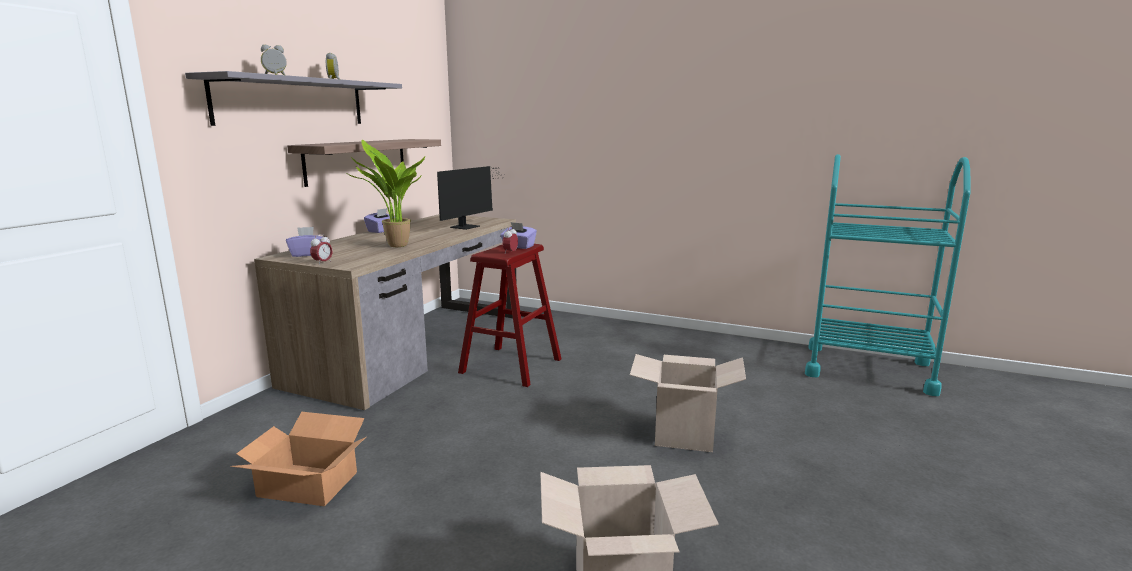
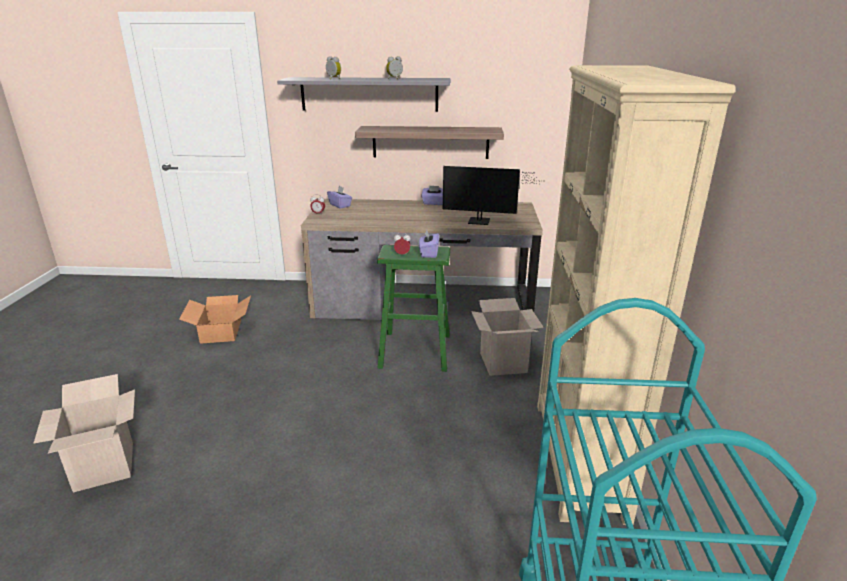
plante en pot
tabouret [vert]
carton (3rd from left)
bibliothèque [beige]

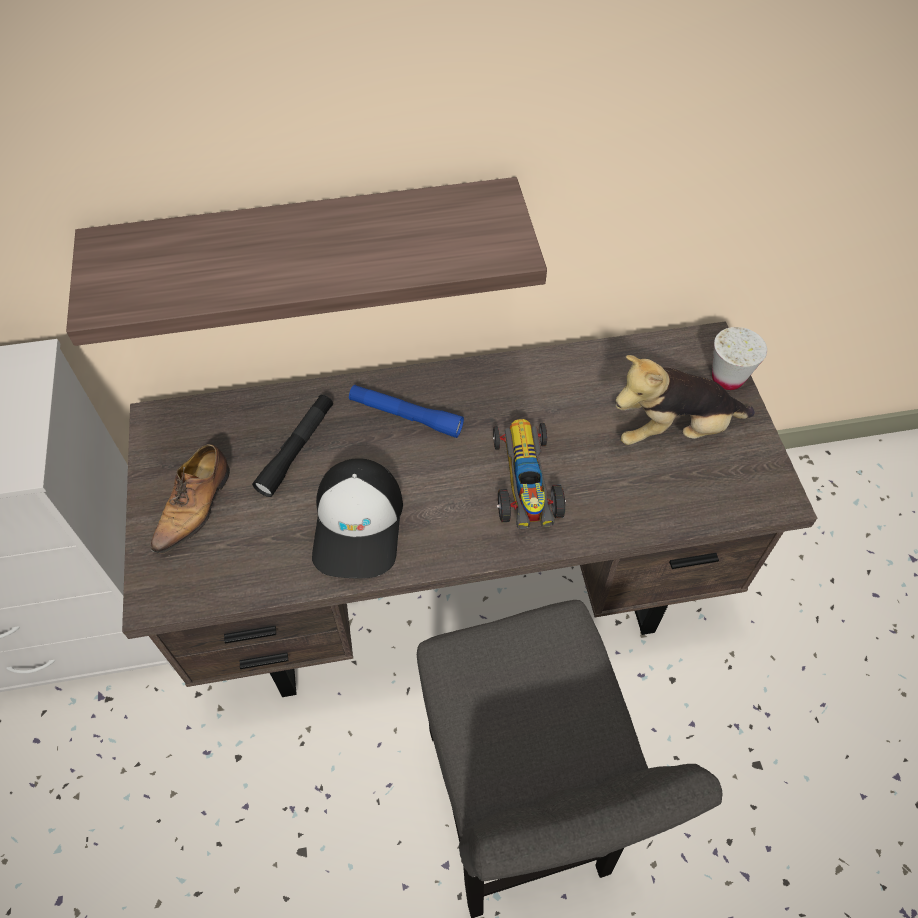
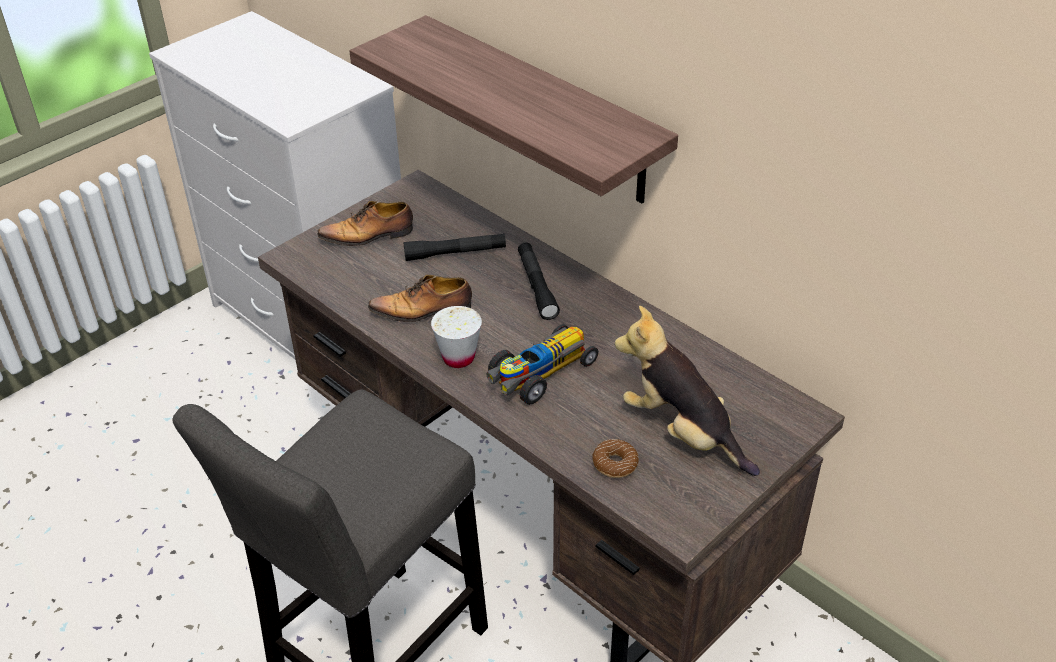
tasse [blanc]
lampe de poche [noir] (2nd from left)
chaussure (2nd from left)
beignet

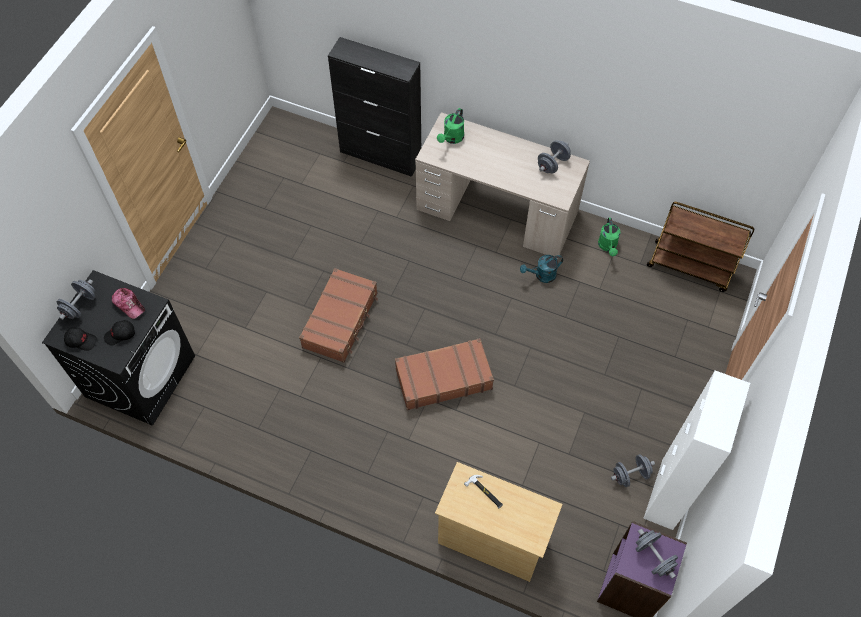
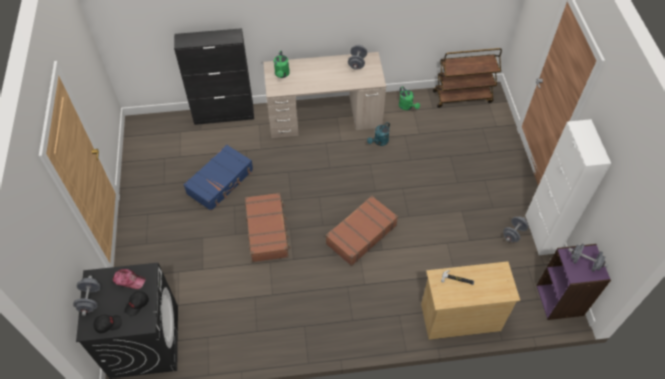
valise [bleu]

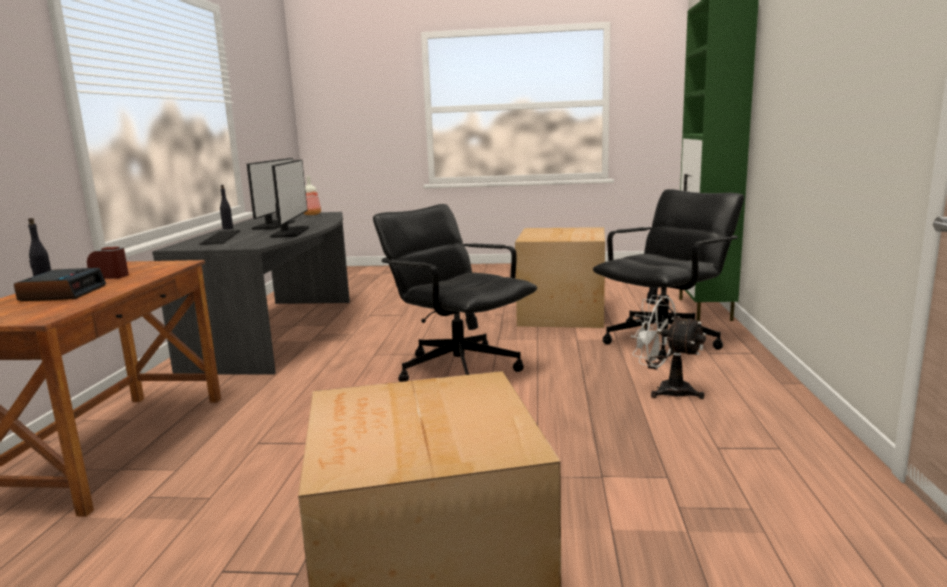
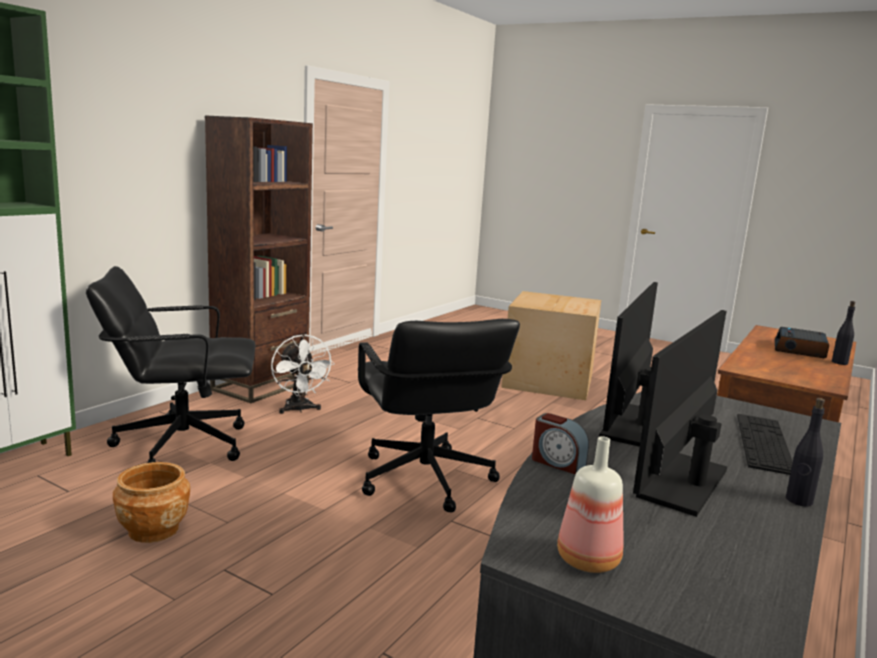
cache-pot [marron]
réveil (1st from left)
bibliothèque [marron]

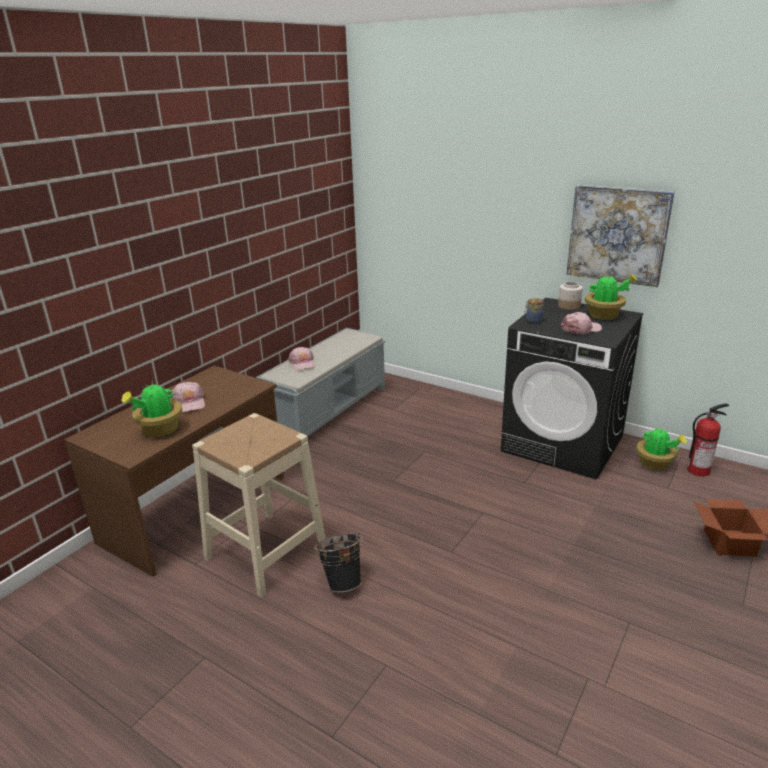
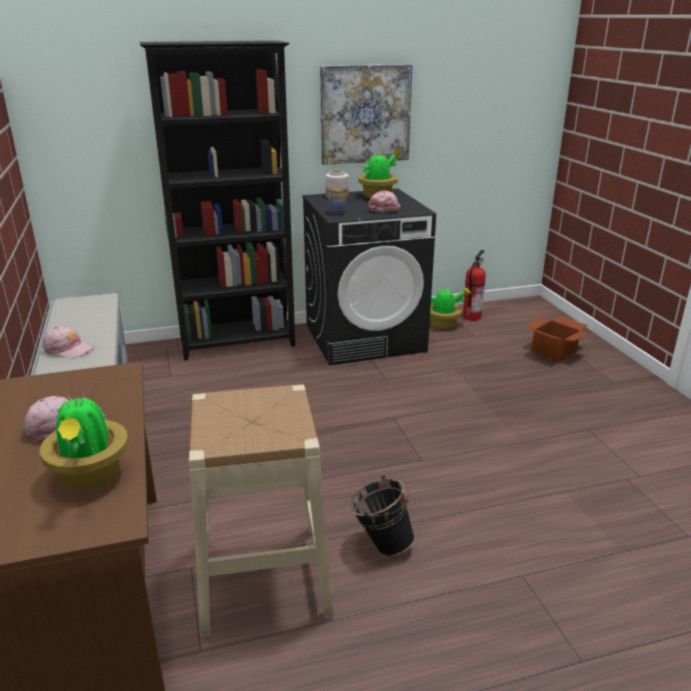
bibliothèque [noir]

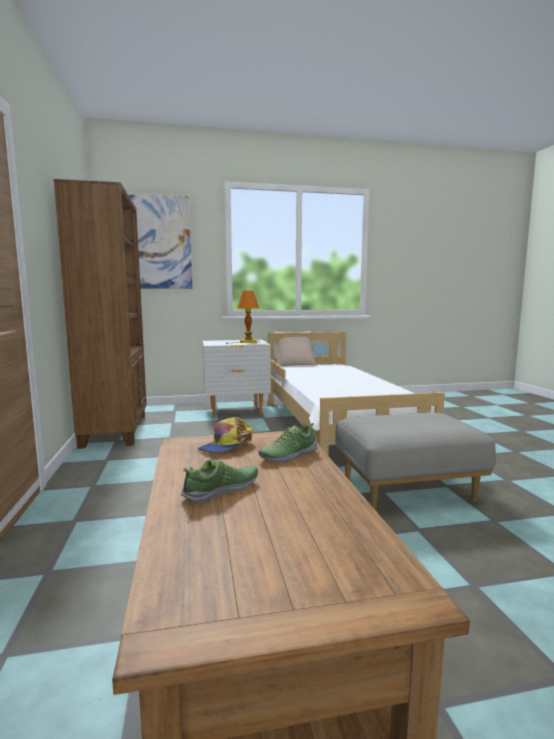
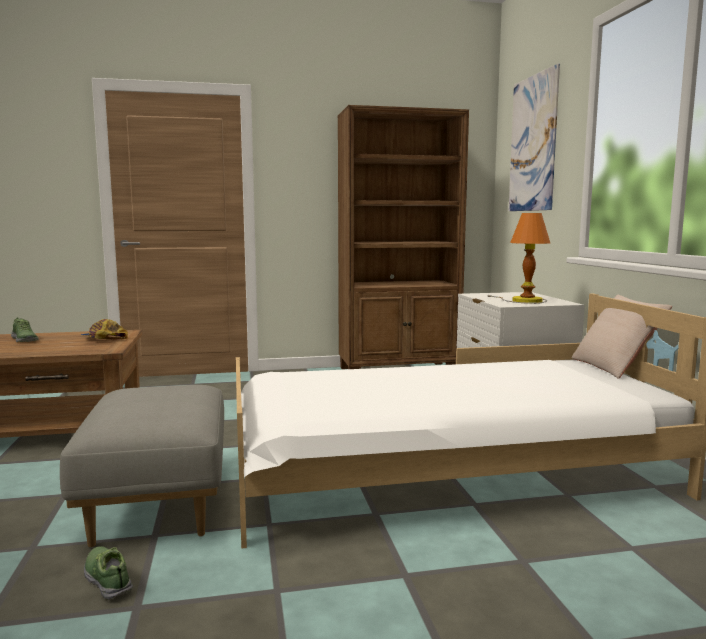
chaussure (2nd from left)

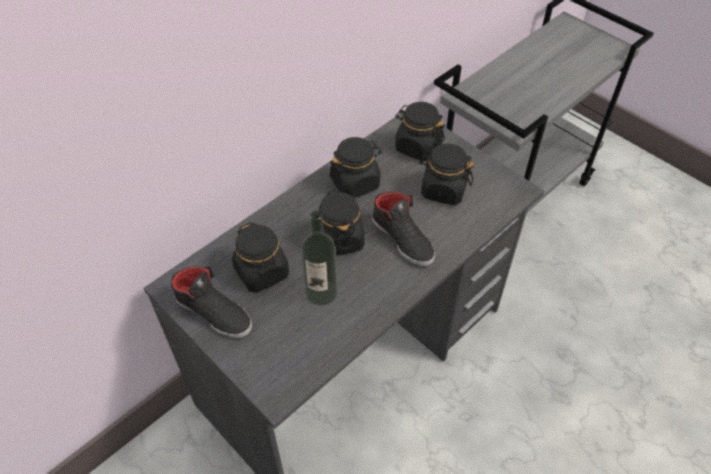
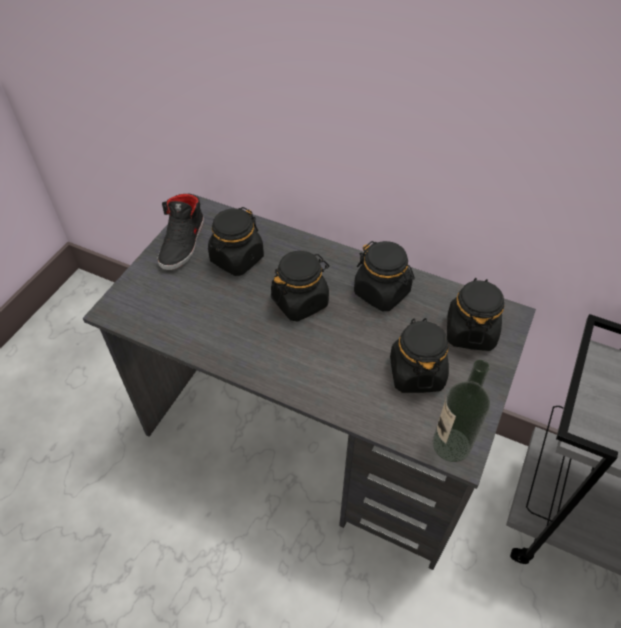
chaussure [noir] (2nd from left in the first image)
bouteille

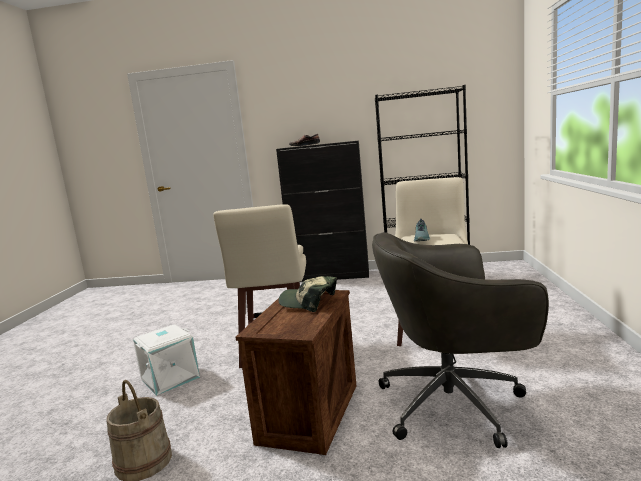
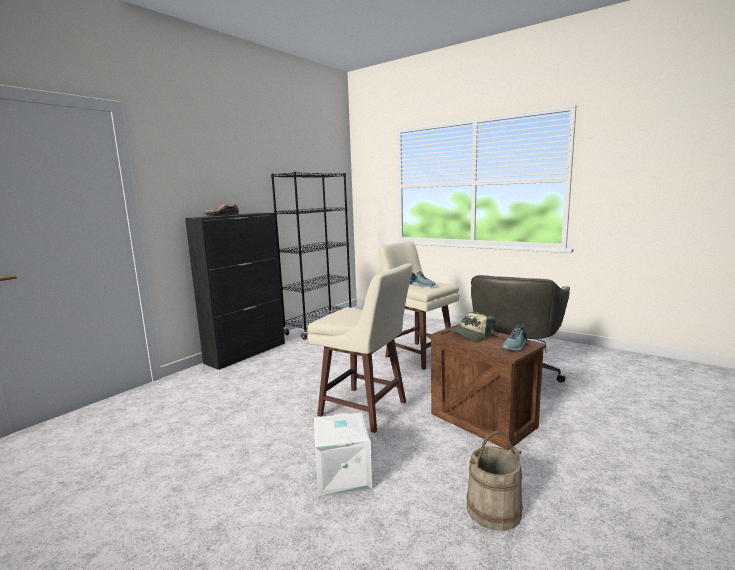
chaussure (3rd from left)

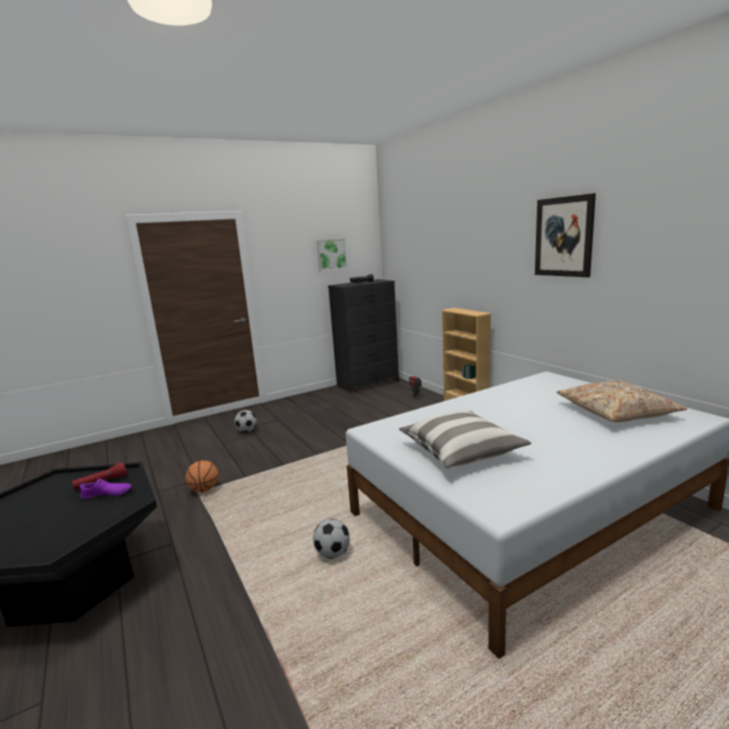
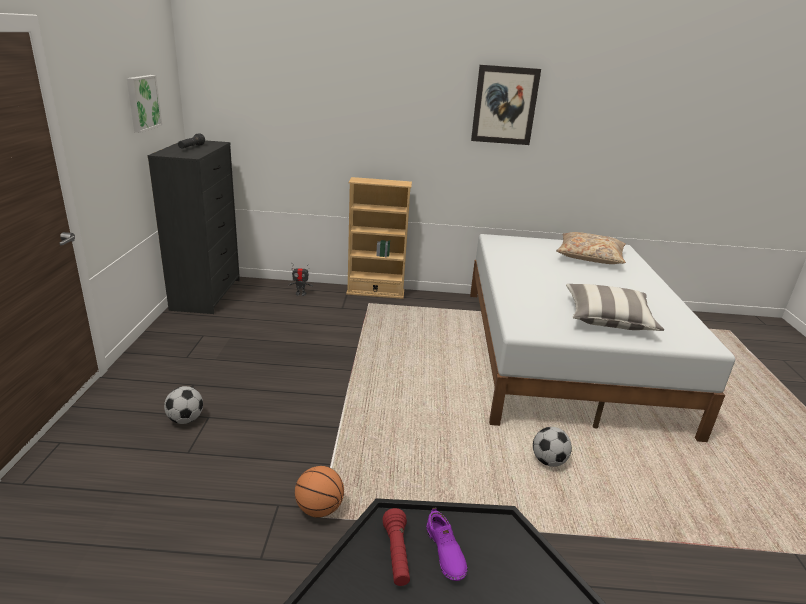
chaussure [violet]

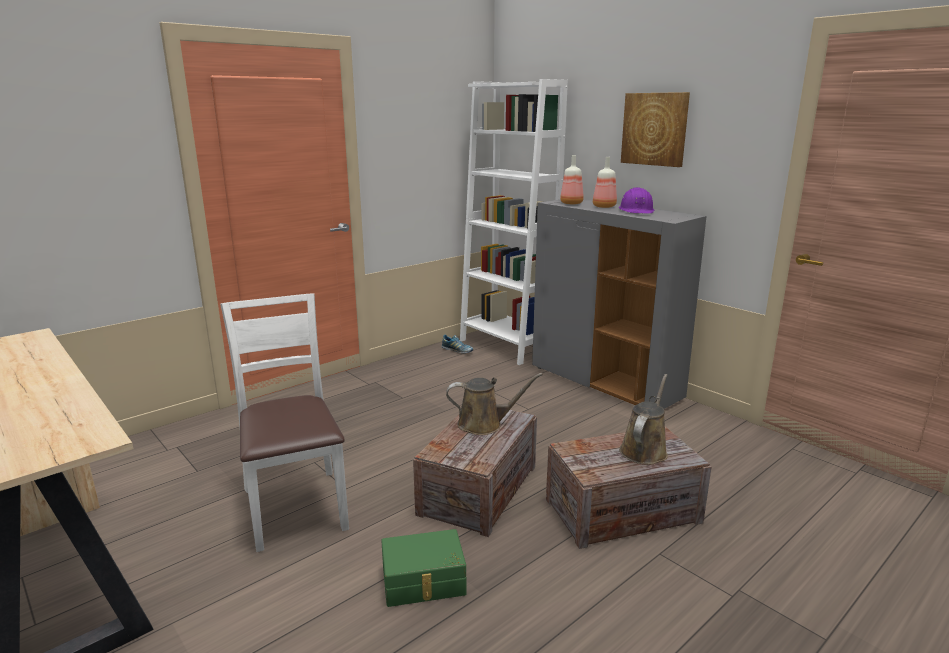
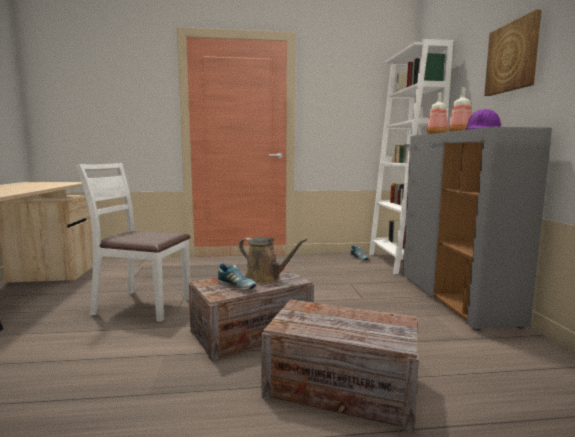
chaise [blanc]
arrosoir [marron] (2nd from left in the first image)
boîte de rangement [vert]
chaussure (1st from left)

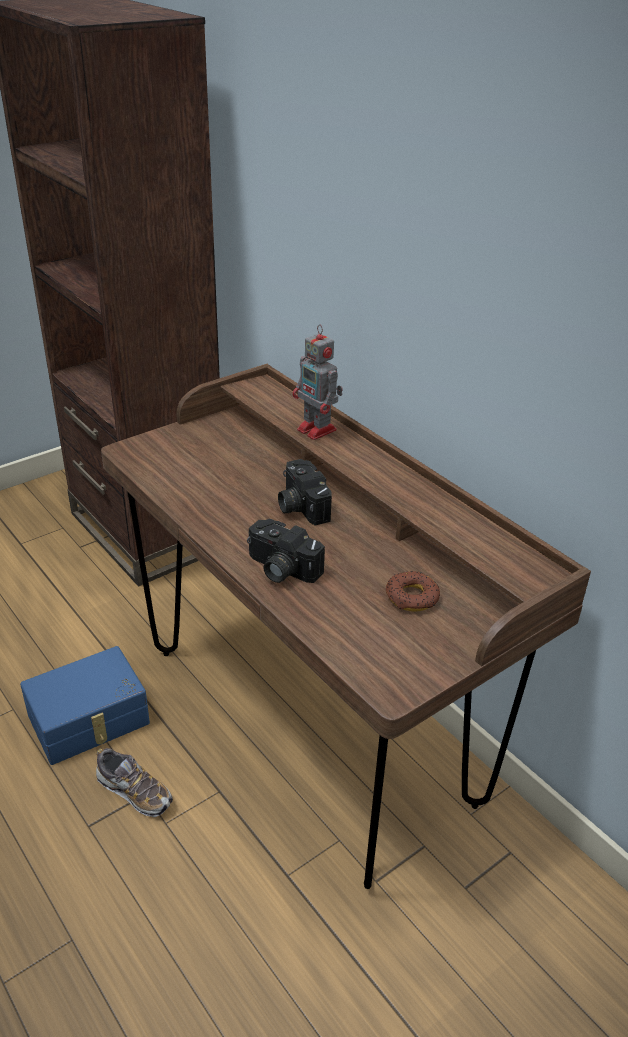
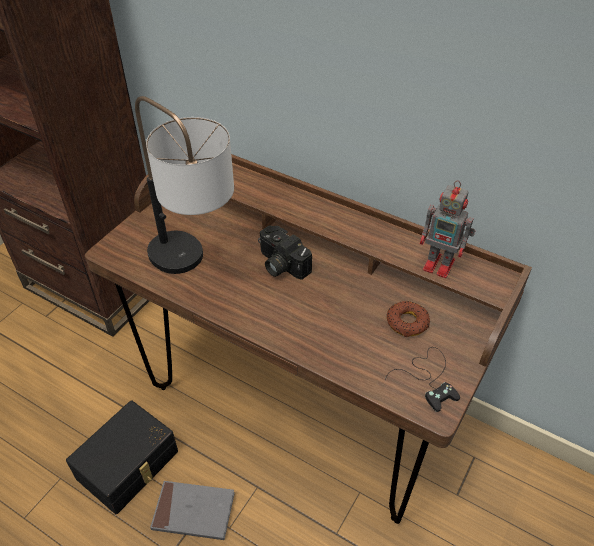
robot jouet
appareil photo (1st from left in the first image)
boîte de rangement [noir]
livre [gris]
lampe de table
manette [noir]

